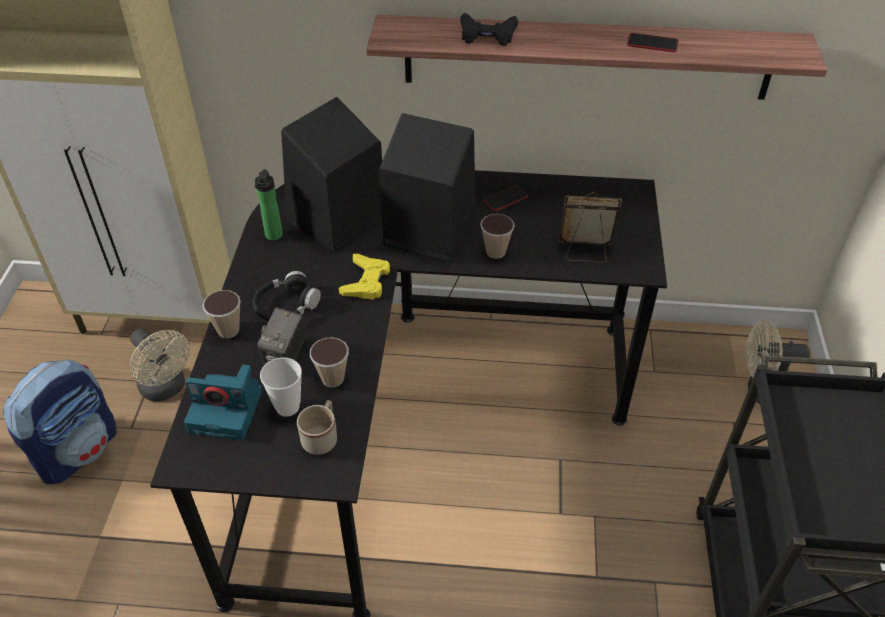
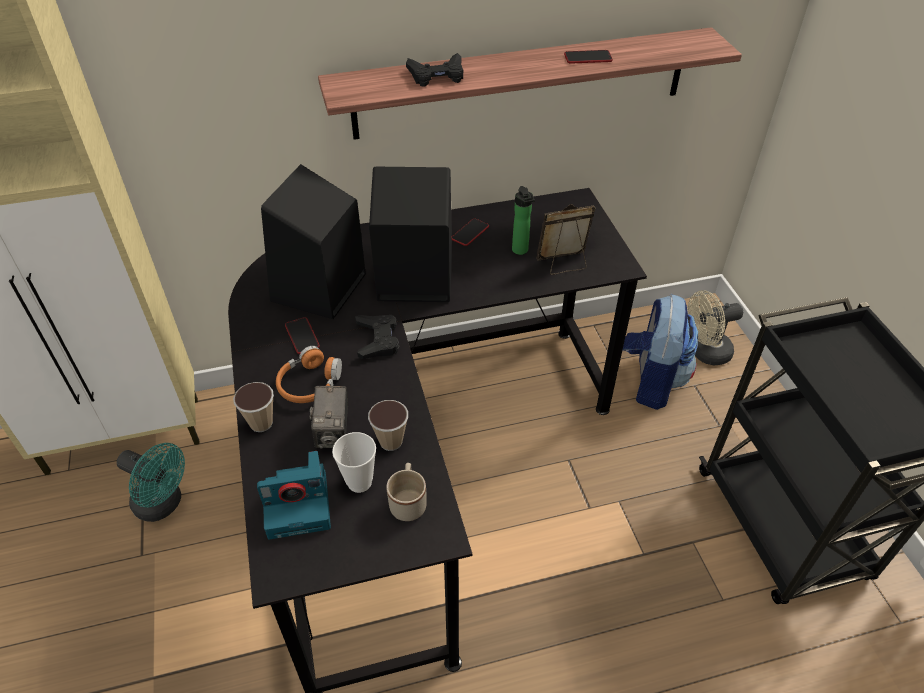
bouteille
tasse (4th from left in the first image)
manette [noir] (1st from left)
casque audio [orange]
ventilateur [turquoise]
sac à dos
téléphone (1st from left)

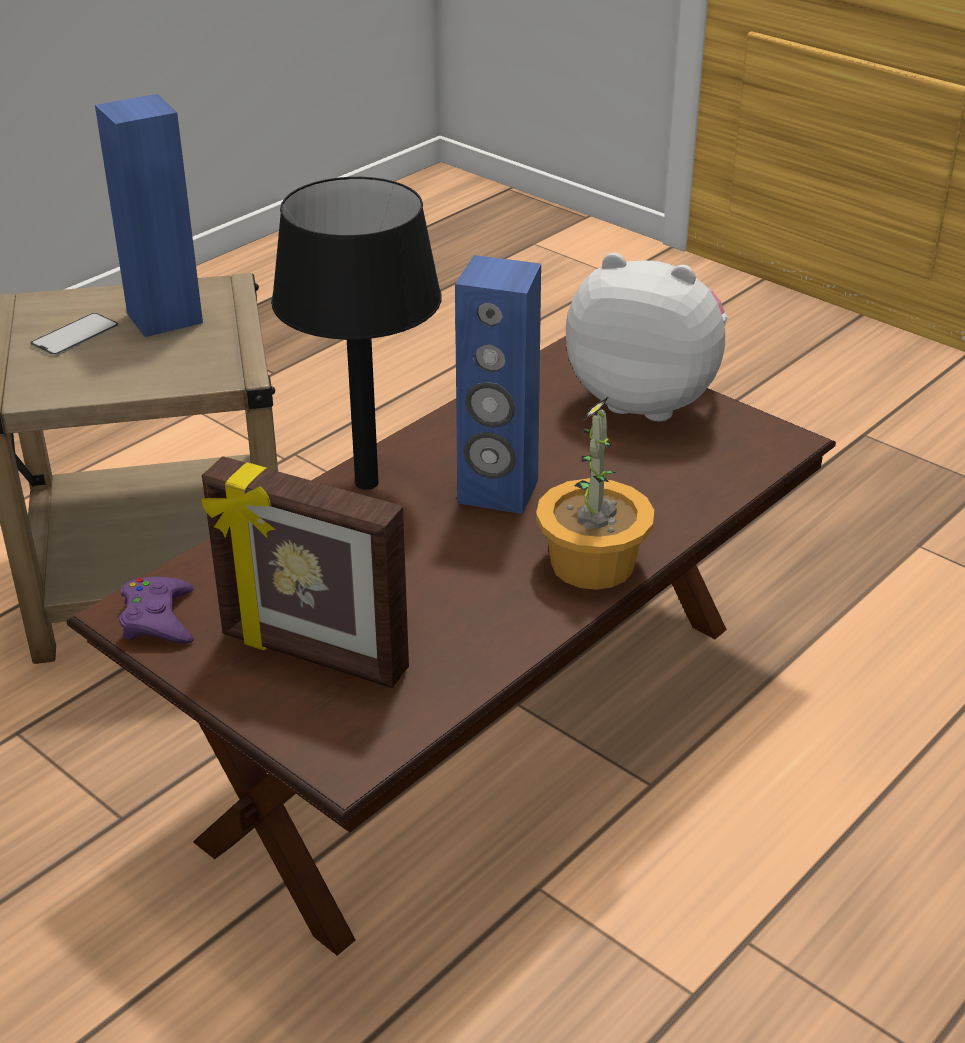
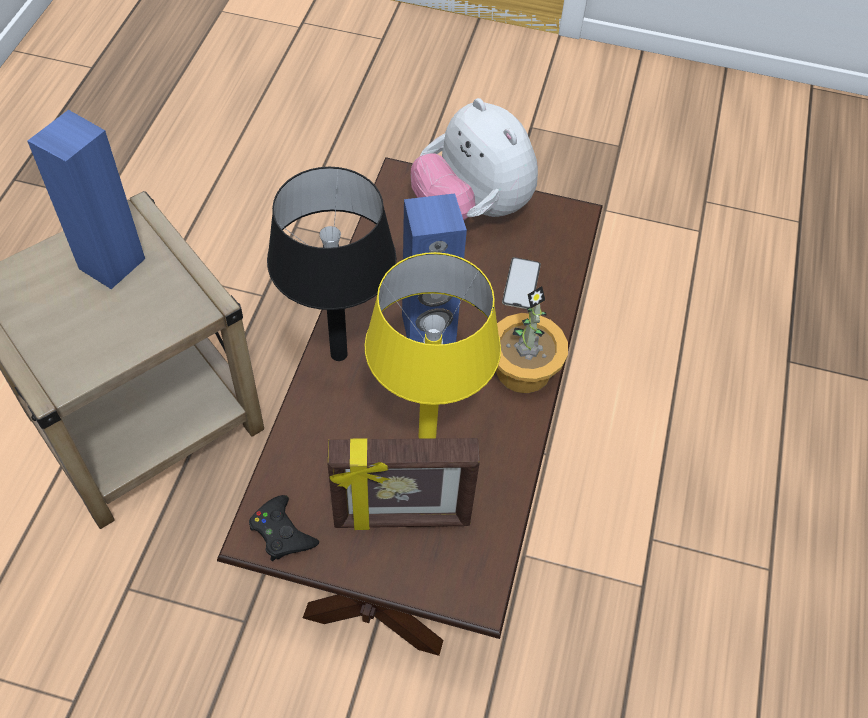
peluche
téléphone
manette [noir]
lampe de table [jaune]

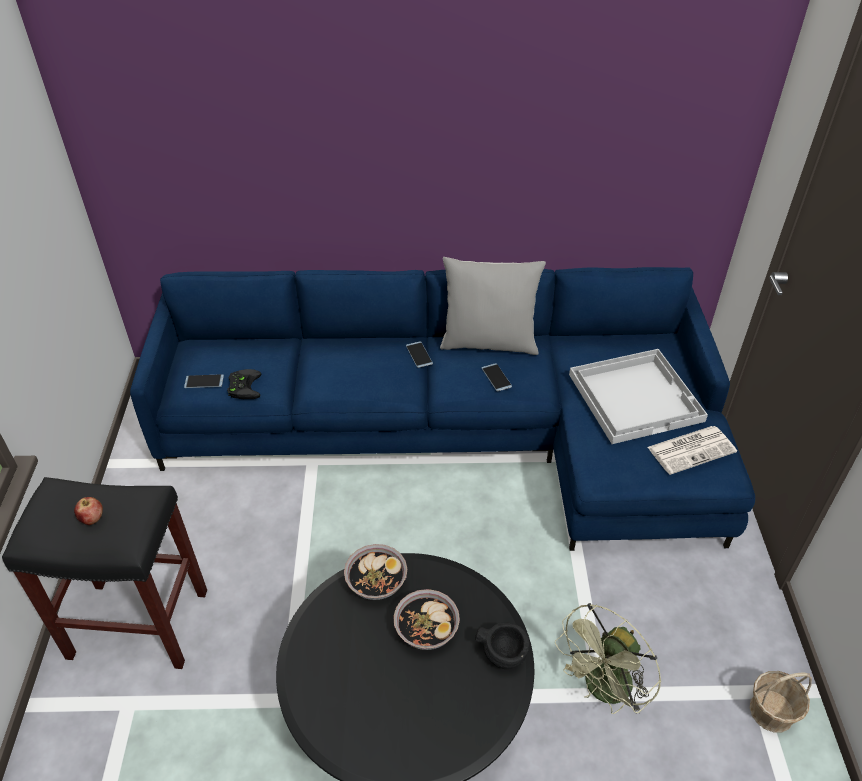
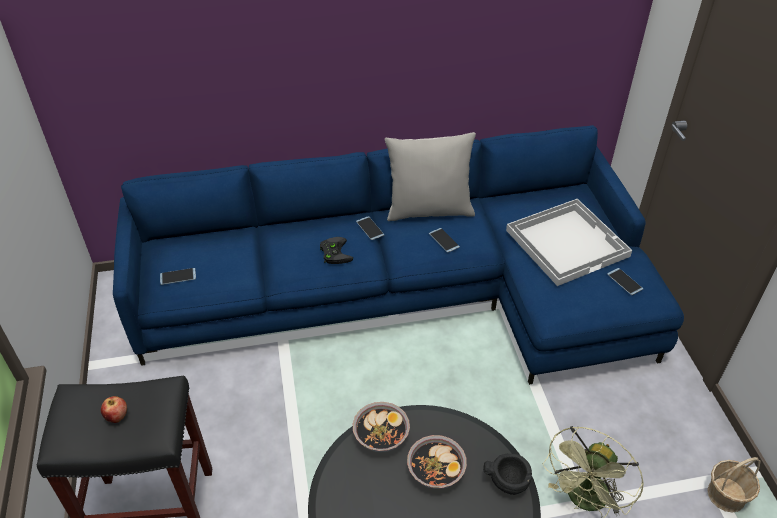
manette [noir]
téléphone (4th from left)

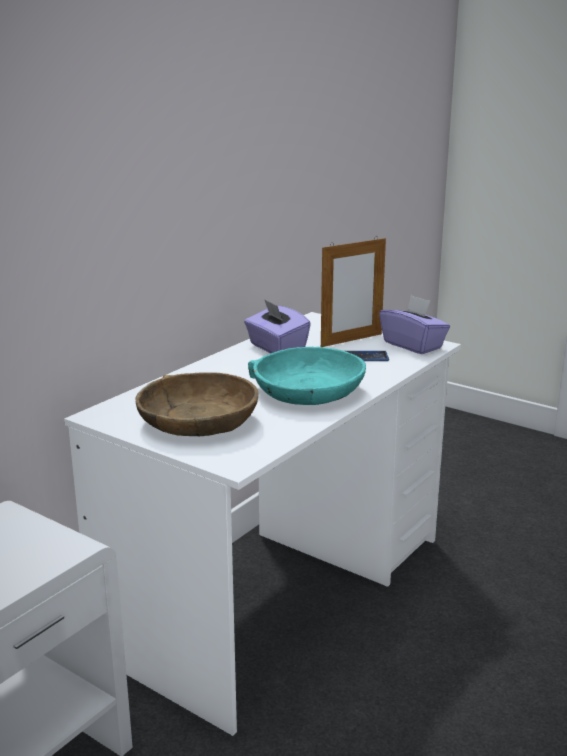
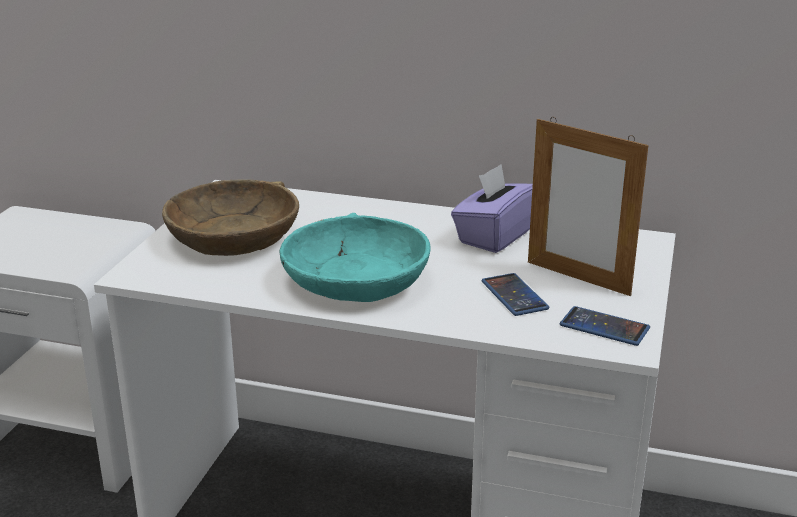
téléphone (2nd from left)

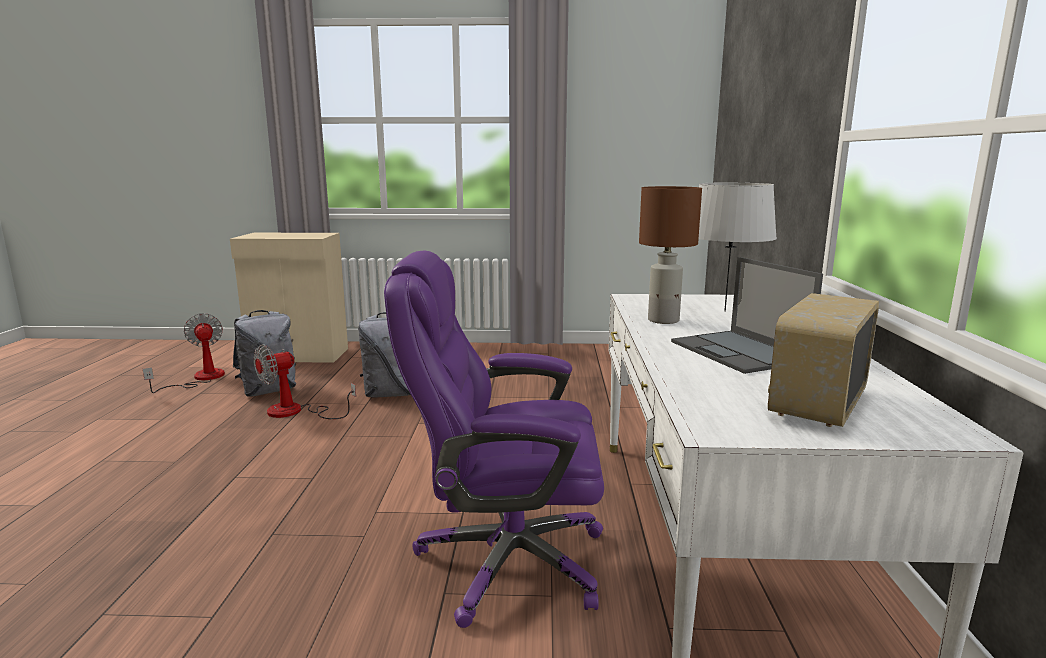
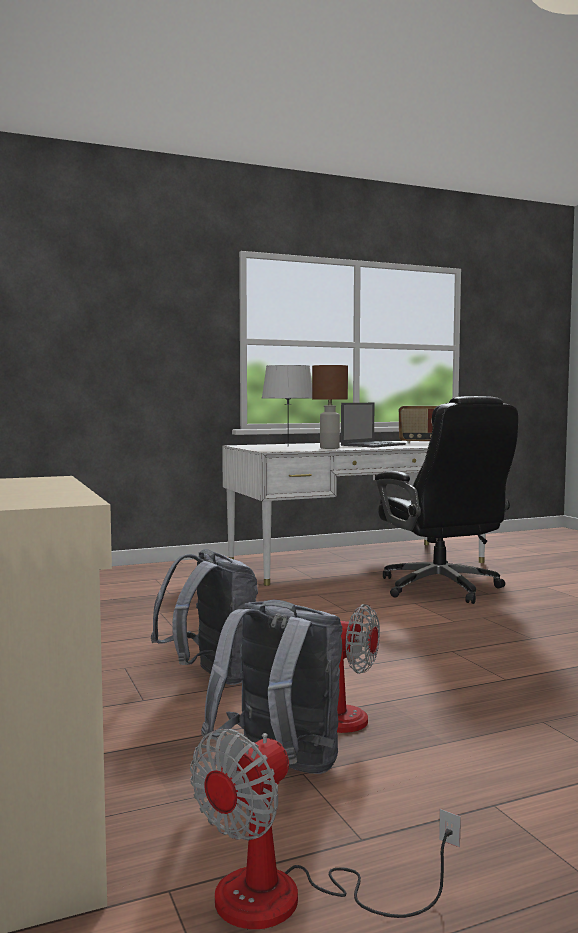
chaise de bureau [noir]

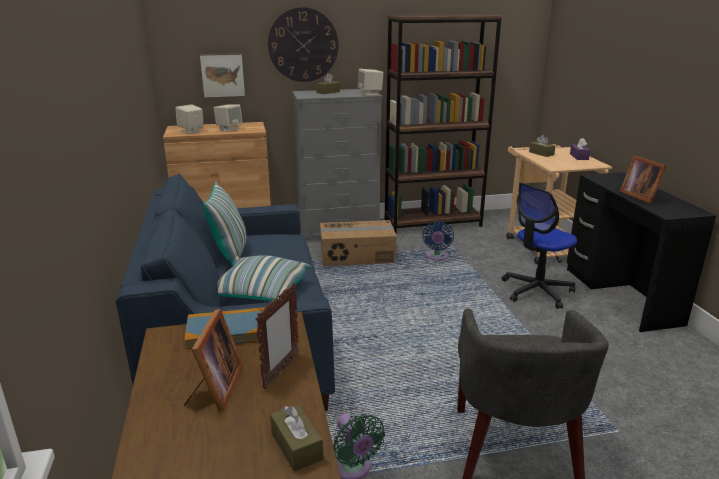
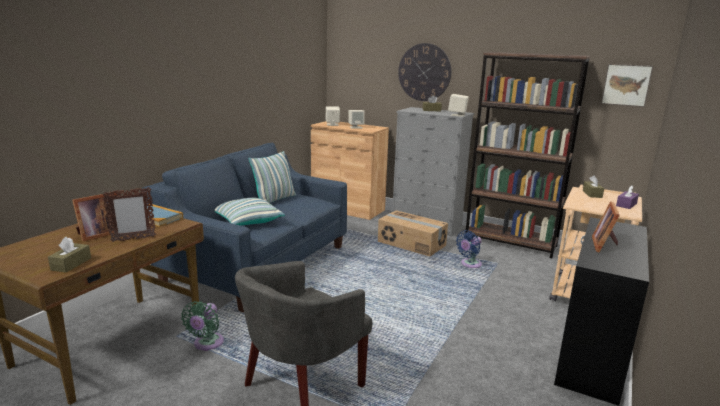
tableau
chaise de bureau

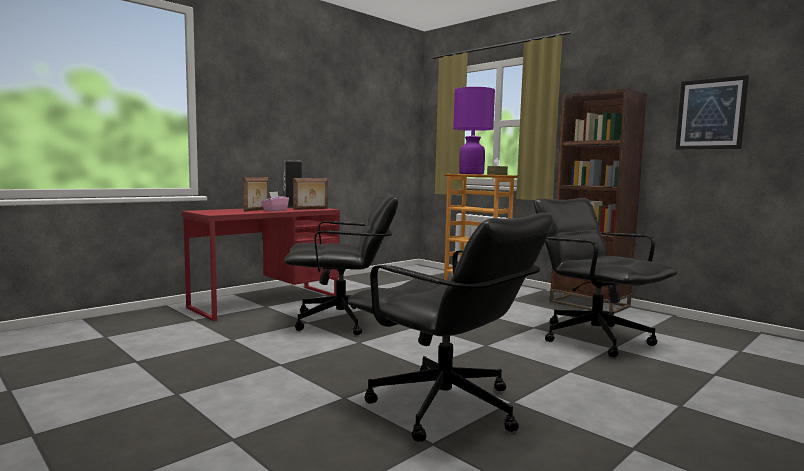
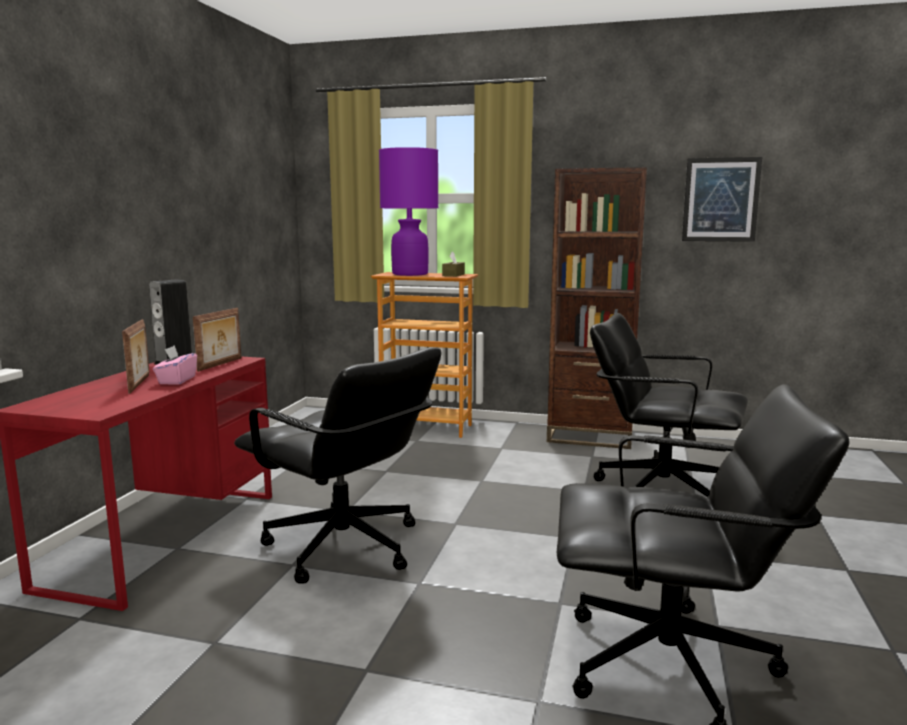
chaise de bureau [noir] (1st from left)

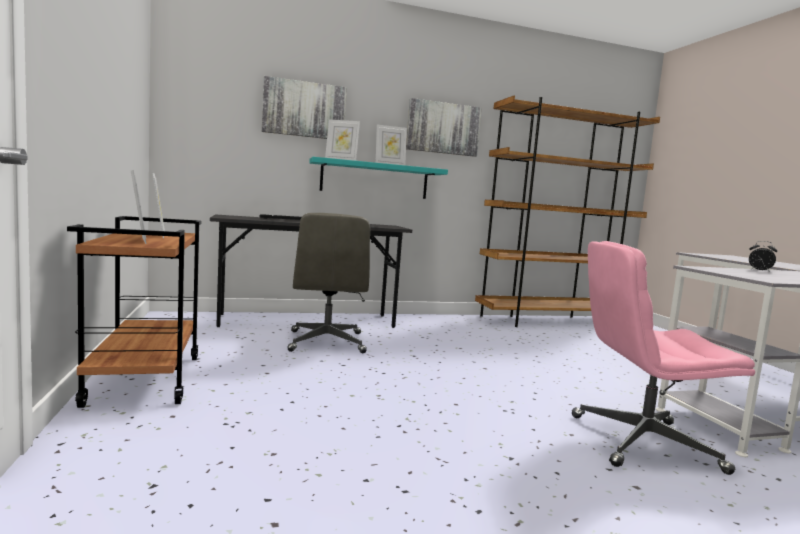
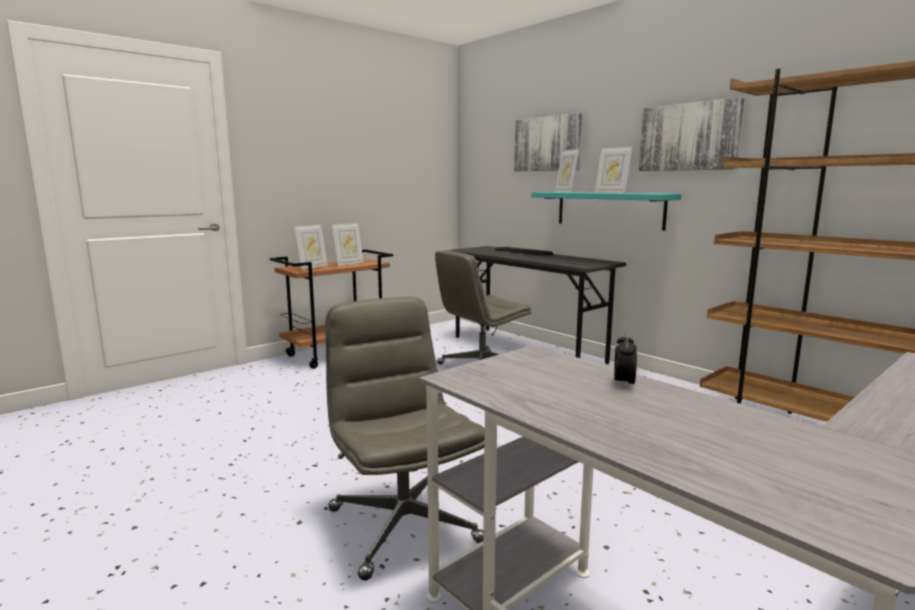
chaise de bureau [gris] (1st from left)

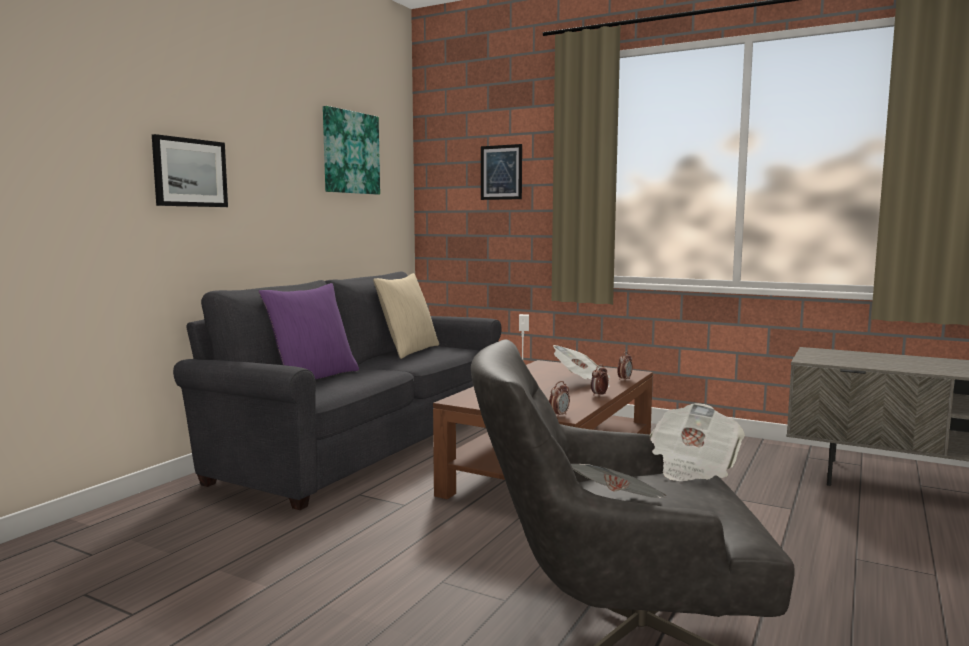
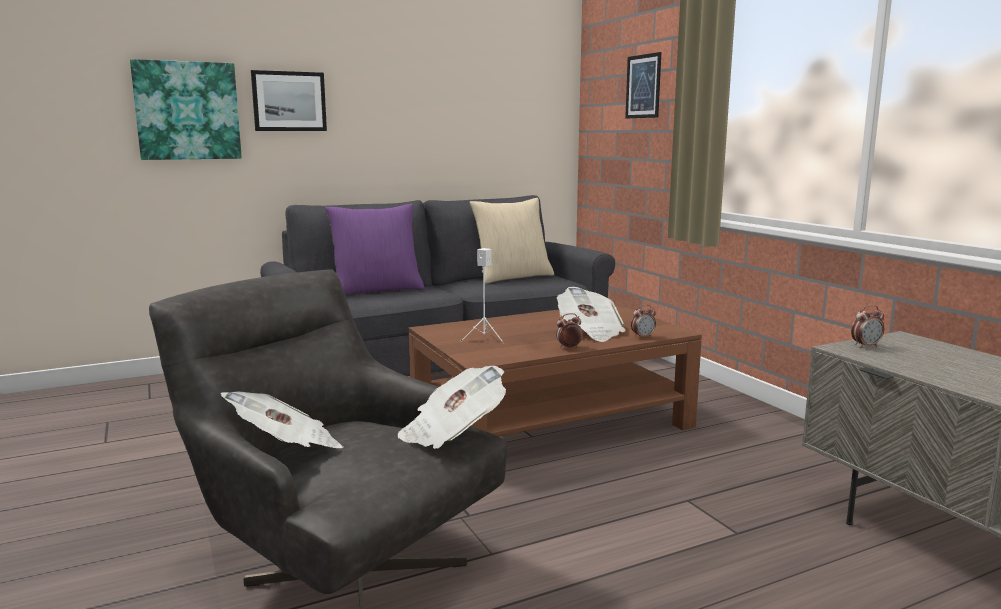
tableau (1st from left)
réveil (3rd from left)

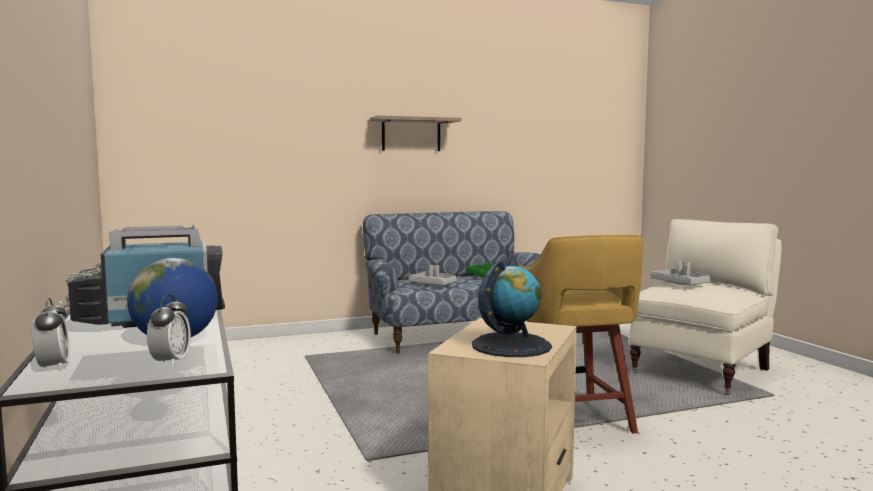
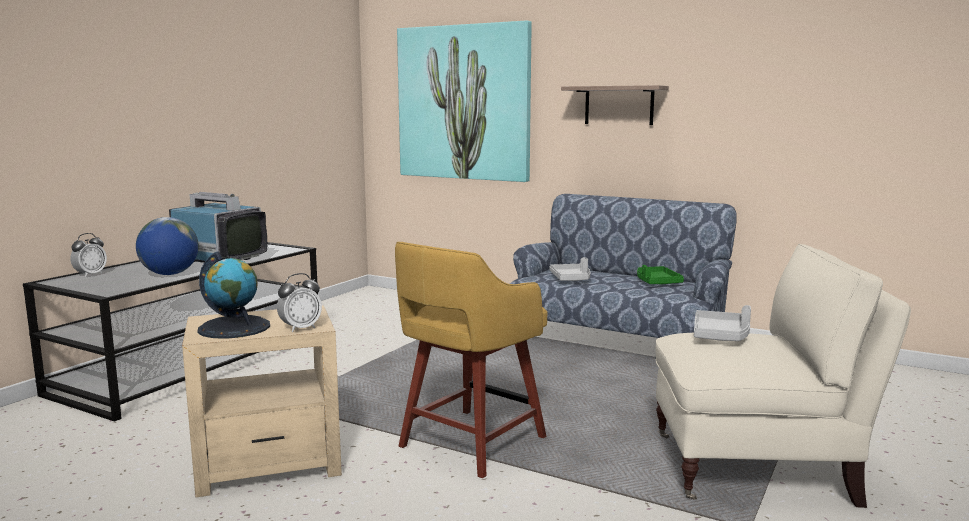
réveil (2nd from left)
tableau

